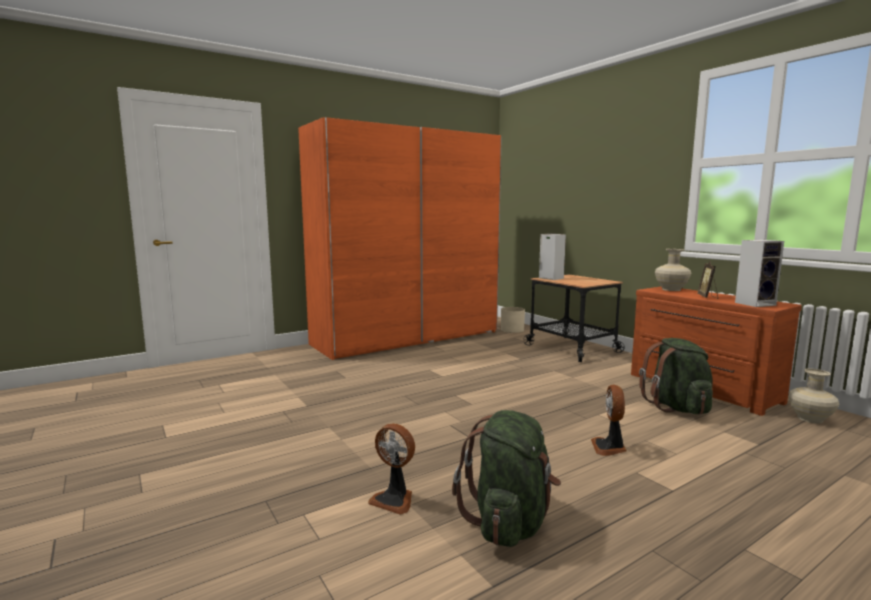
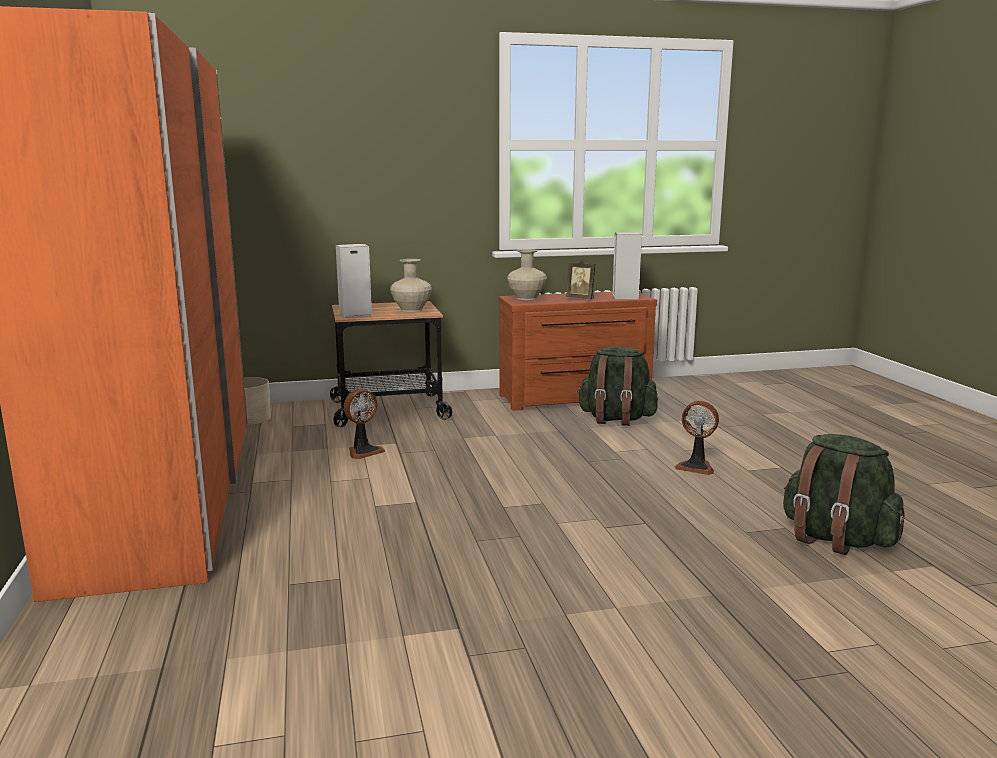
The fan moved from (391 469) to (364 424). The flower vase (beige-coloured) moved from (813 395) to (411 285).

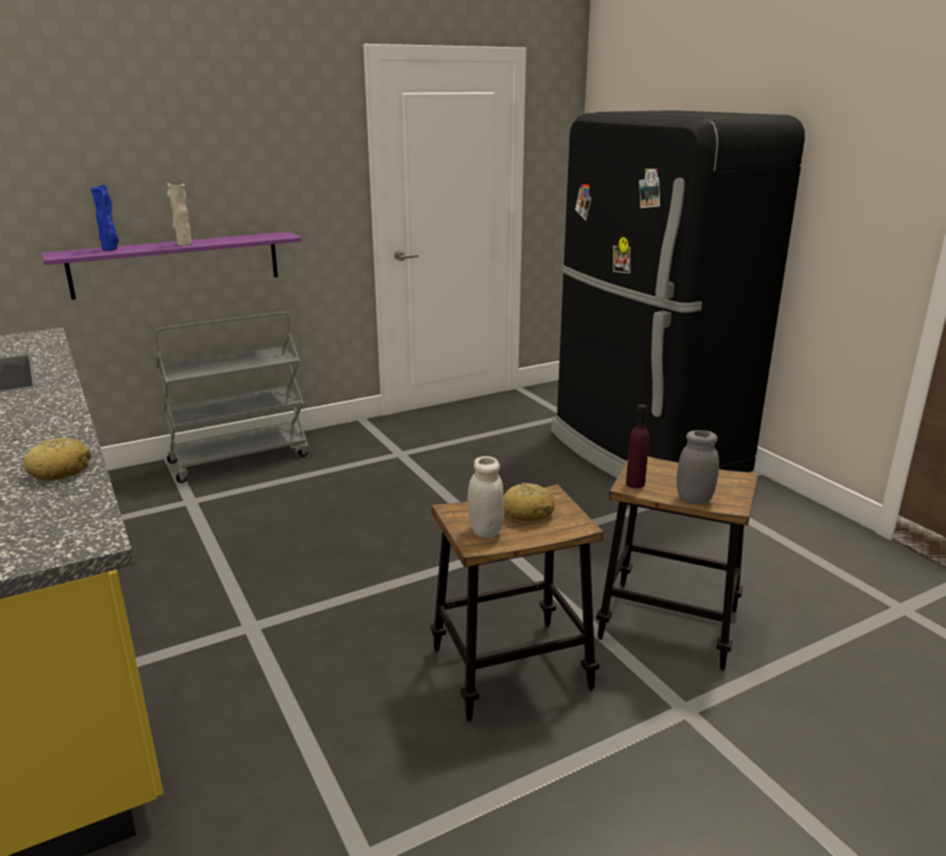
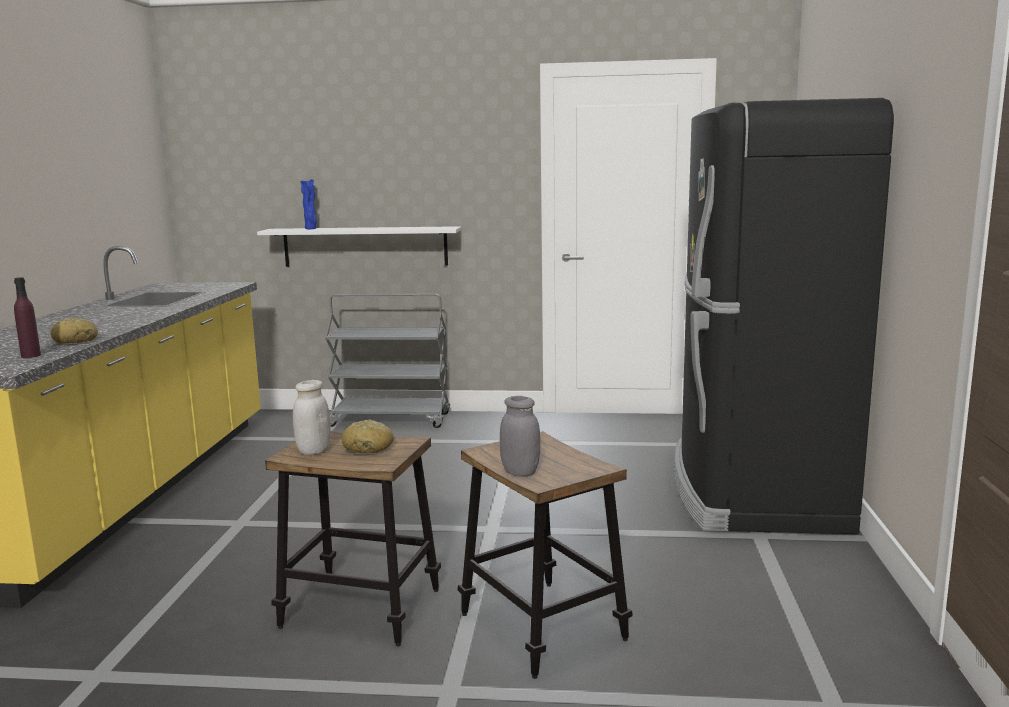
The drink bottle (purple) moved from (637 446) to (27 317). The shelf (purple) at (171 266) became the shelf (whitish) at (359 246). The flower vase (beige-coloured) at (179 214) disappeared.

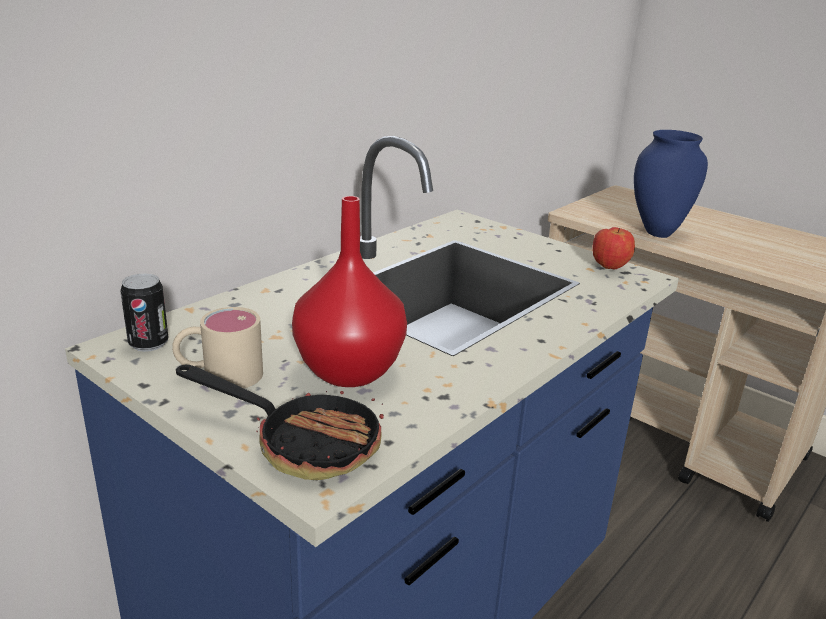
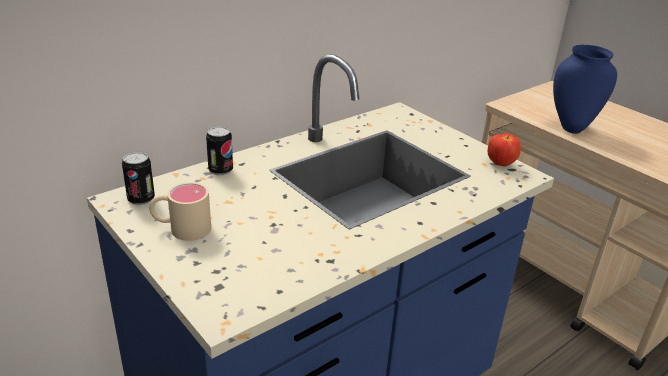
The sealed can at (219 151) appeared. The frying pan at (280 422) disappeared. The flower vase (red) at (349 291) disappeared.

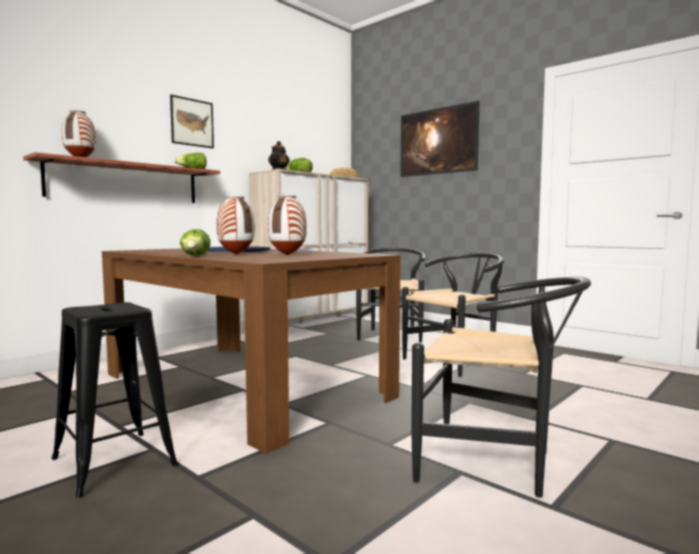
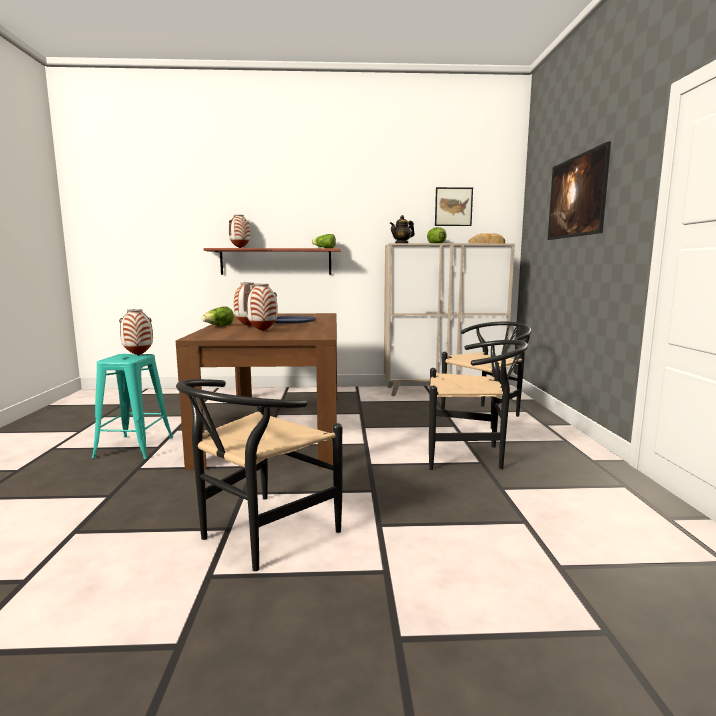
The stool seat (black-coloured) at (114 400) became the stool seat (blue-green) at (132 406). The flower vase at (136 332) appeared. The chair (black-coloured) at (501 387) turned 60 degrees clockwise. The wall art moved from (192 121) to (454 206).

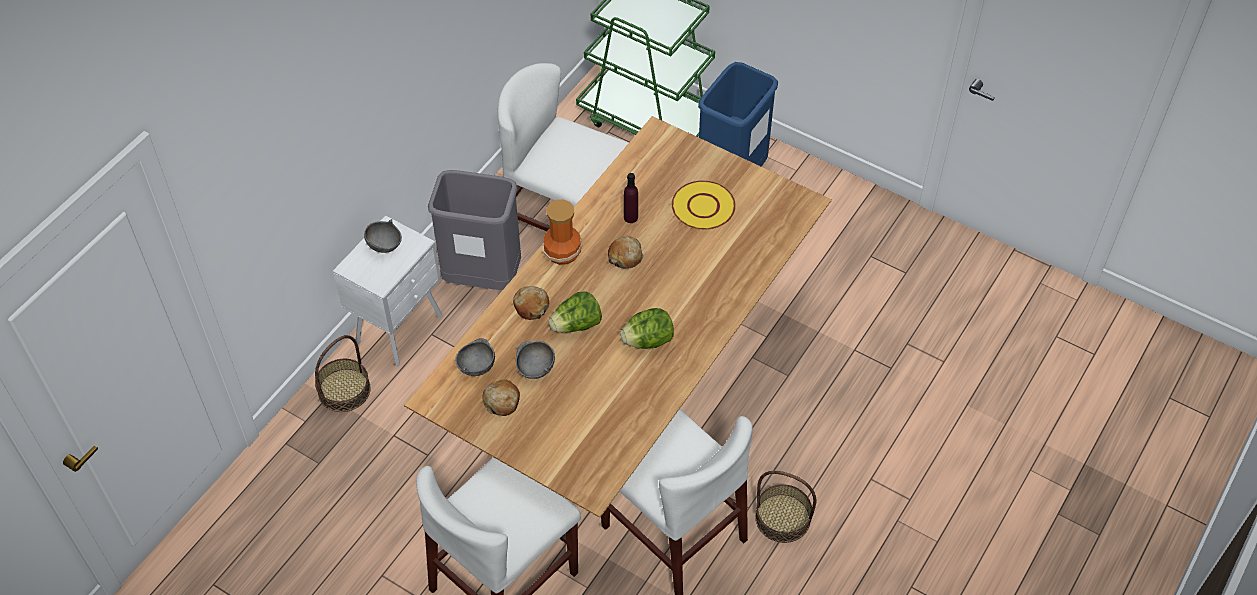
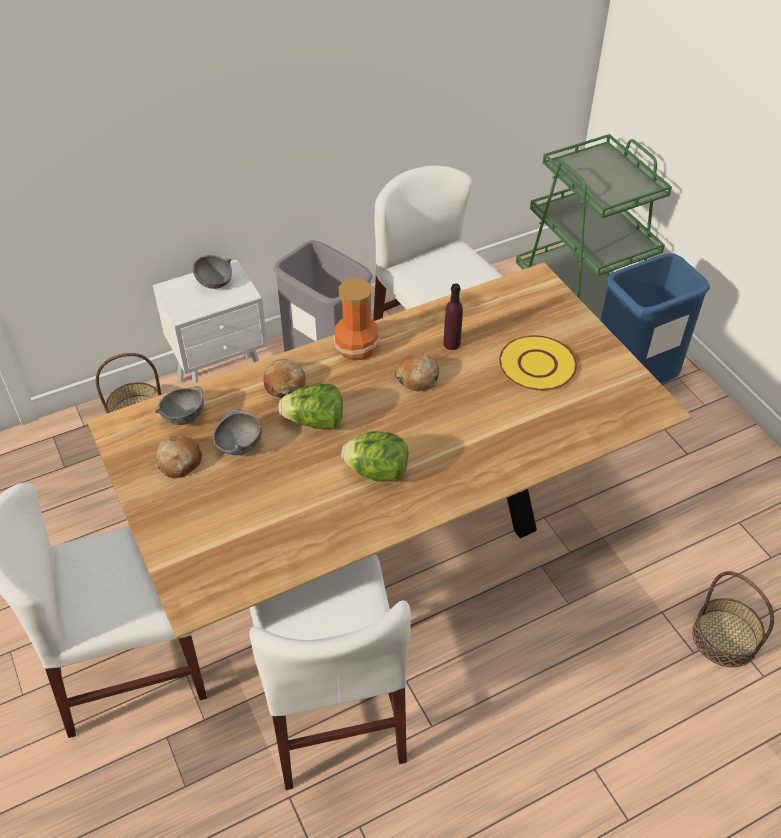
The household basket moved from (785 507) to (733 619).

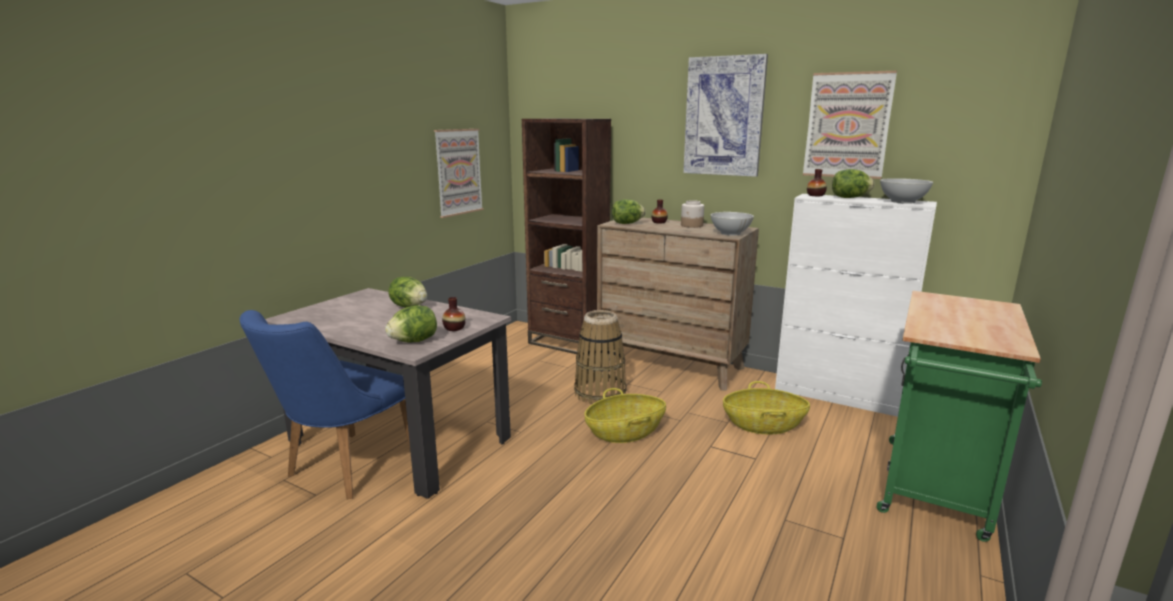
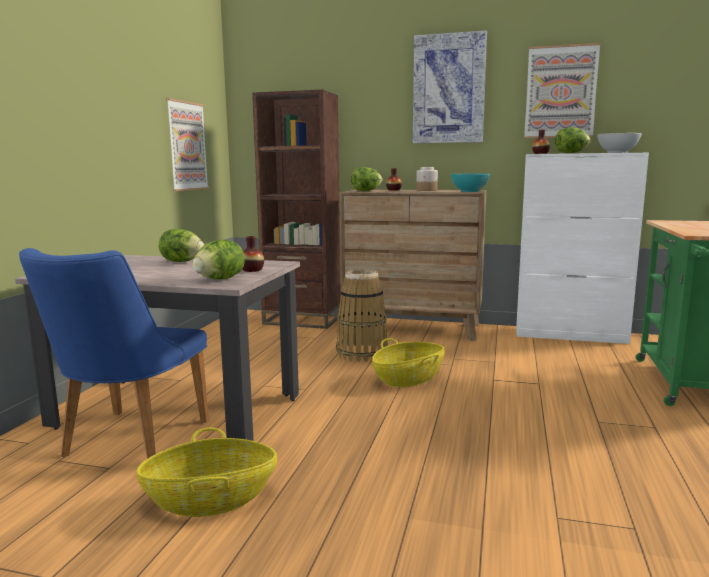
The household basket moved from (766 407) to (206 472). The deep dish (whitish) at (732 224) became the deep dish (blue-green) at (470 182).

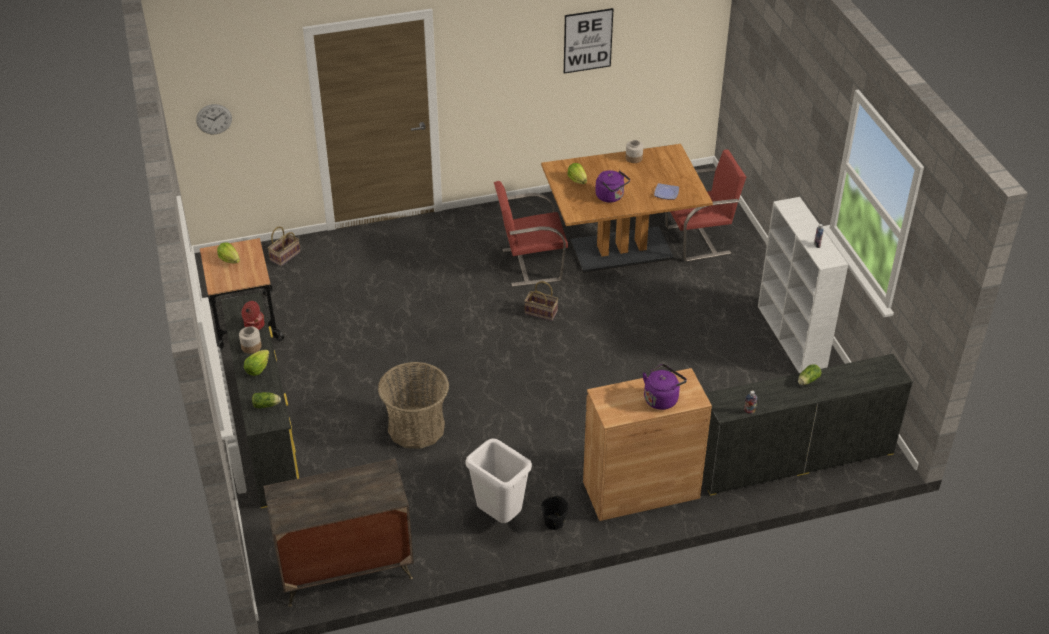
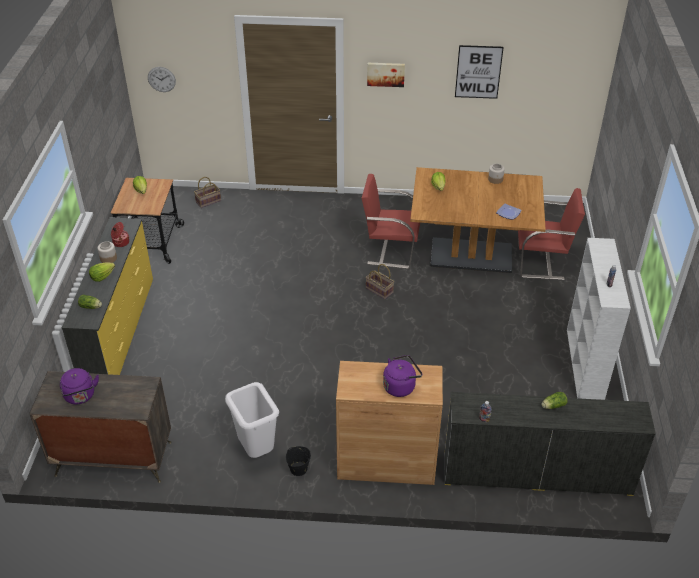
The kettle (purple) moved from (612 186) to (79 386). The wall art at (386 75) appeared. The household basket at (413 405) disappeared.

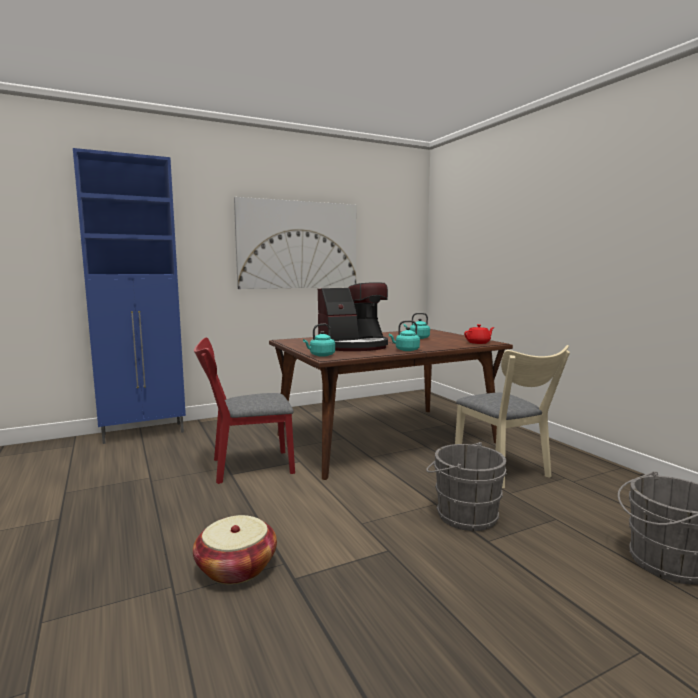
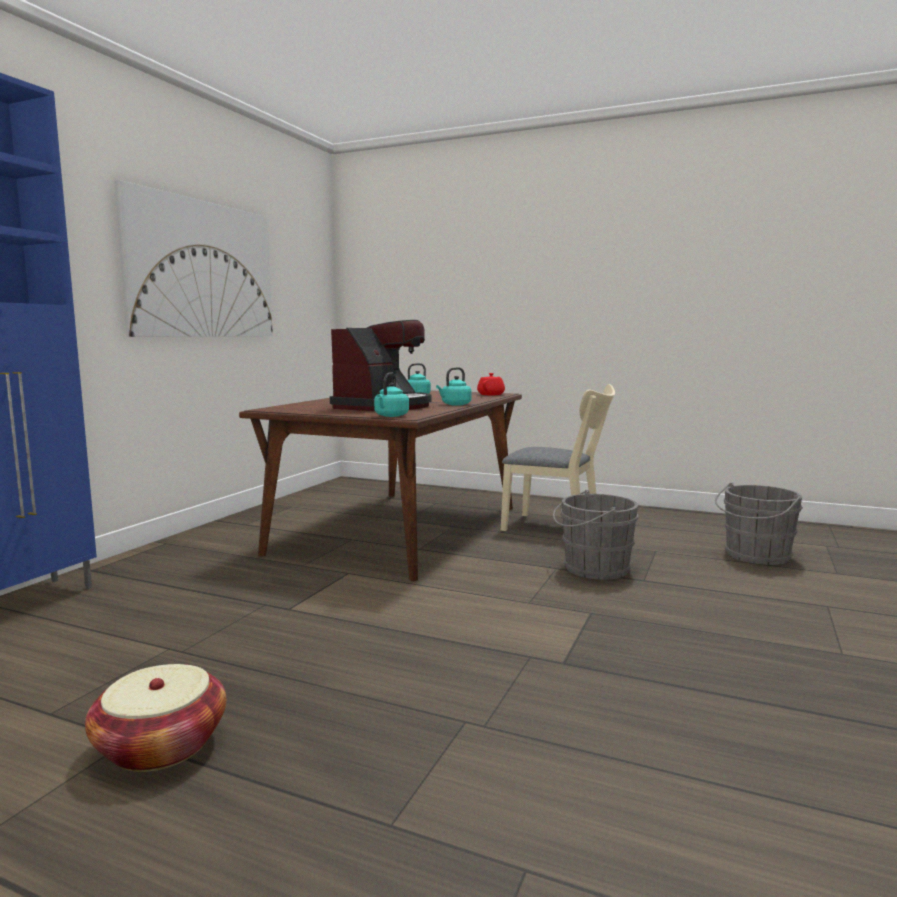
The household basket moved from (235 549) to (155 718). The chair (red) at (244 410) disappeared.

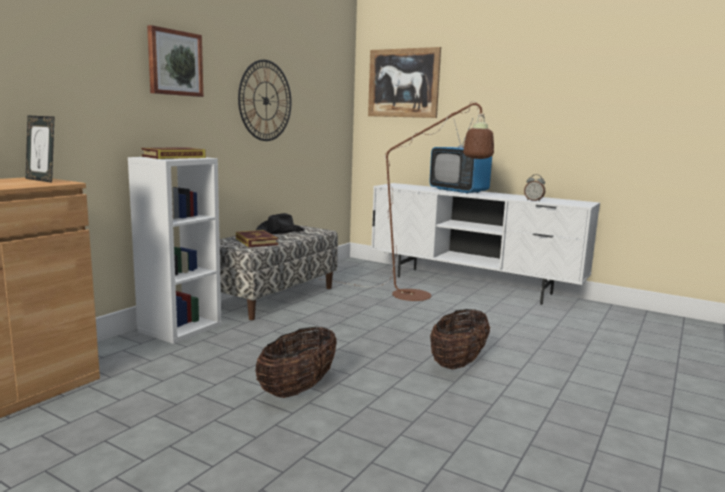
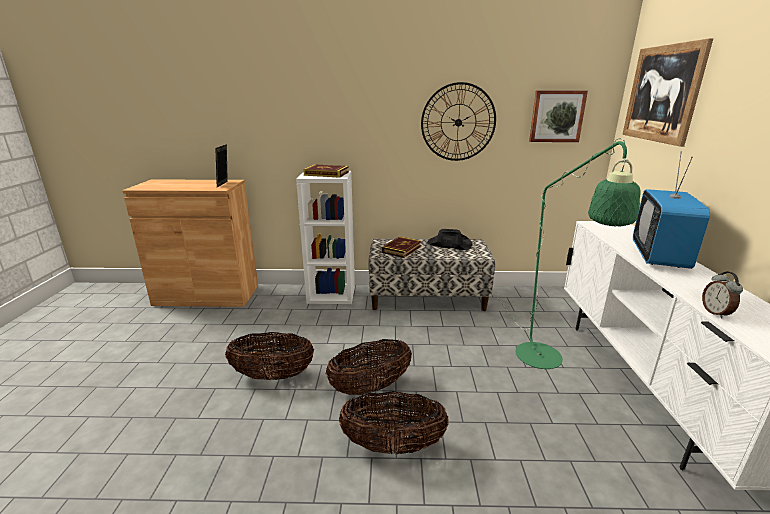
The household basket at (369 367) appeared. The floor lamp (brown-coloured) at (407 201) became the floor lamp (green) at (569 253). The wall art moved from (175 61) to (558 116).

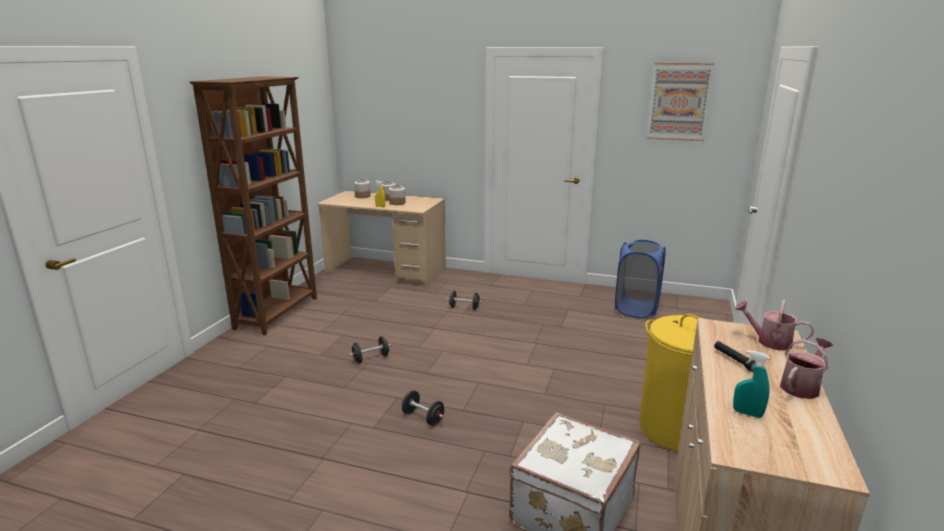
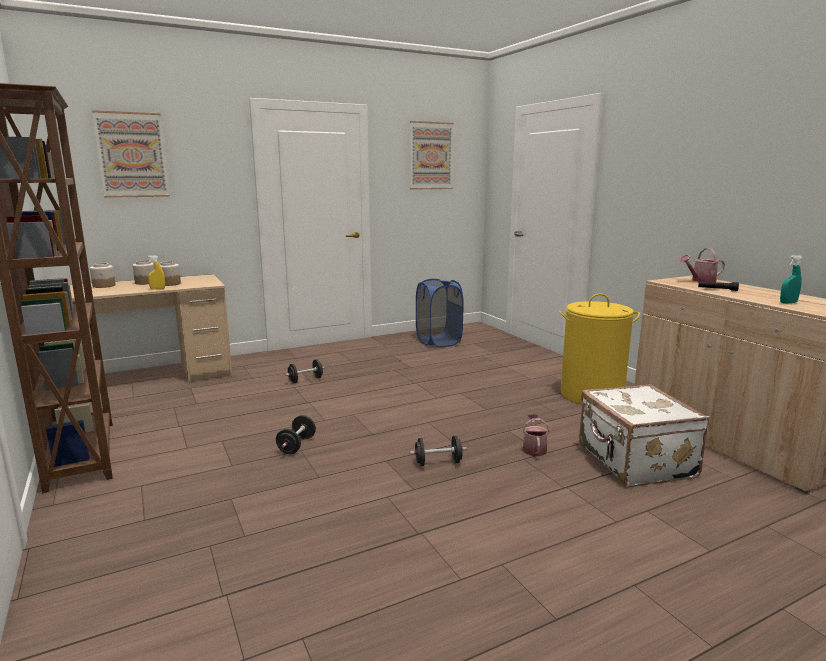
The wall art at (131 154) appeared. The sprinkling can moved from (806 368) to (536 435).

